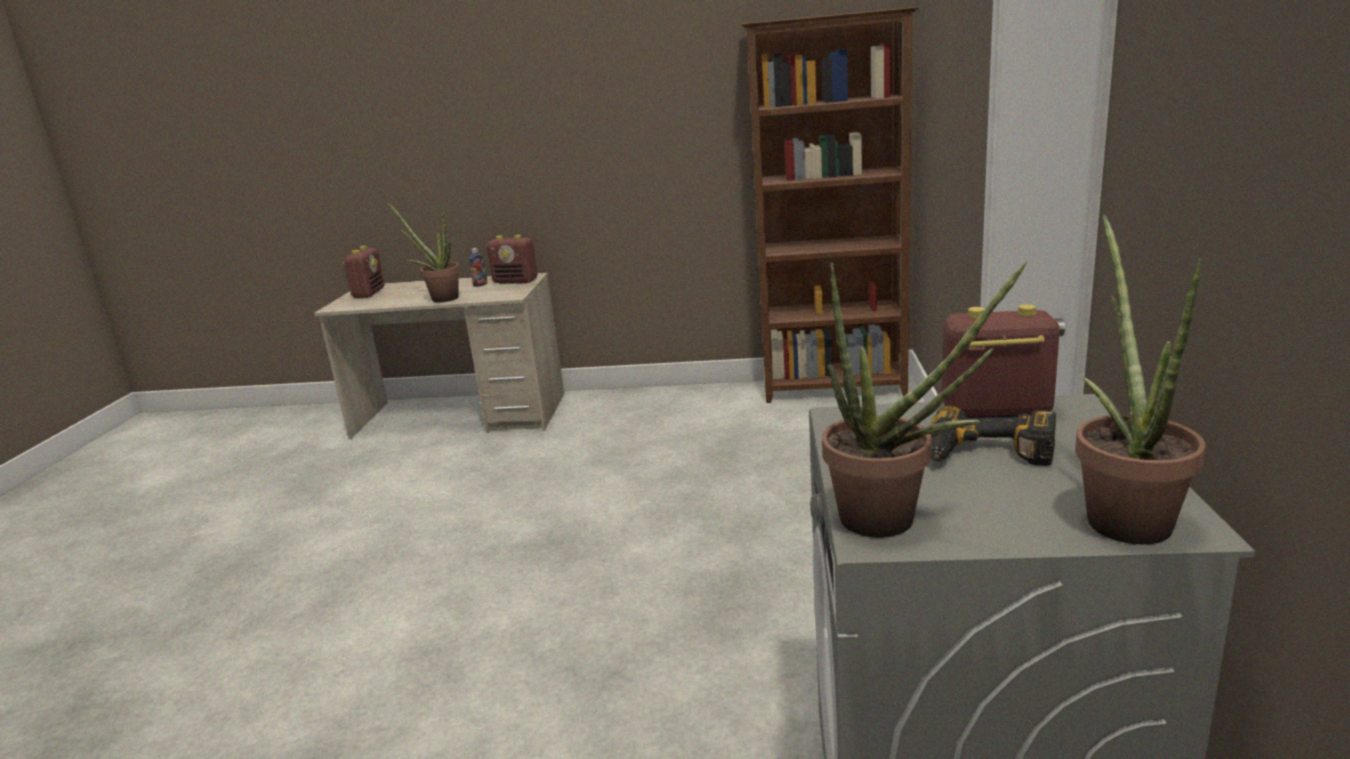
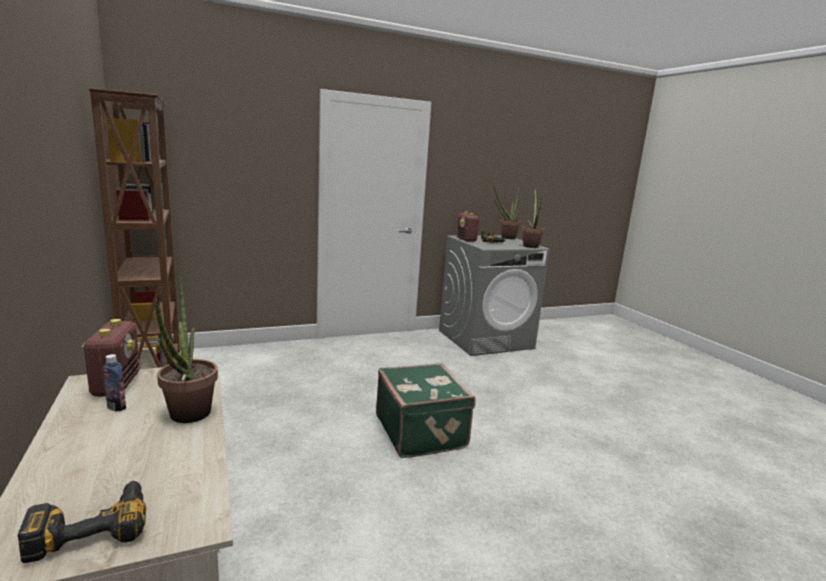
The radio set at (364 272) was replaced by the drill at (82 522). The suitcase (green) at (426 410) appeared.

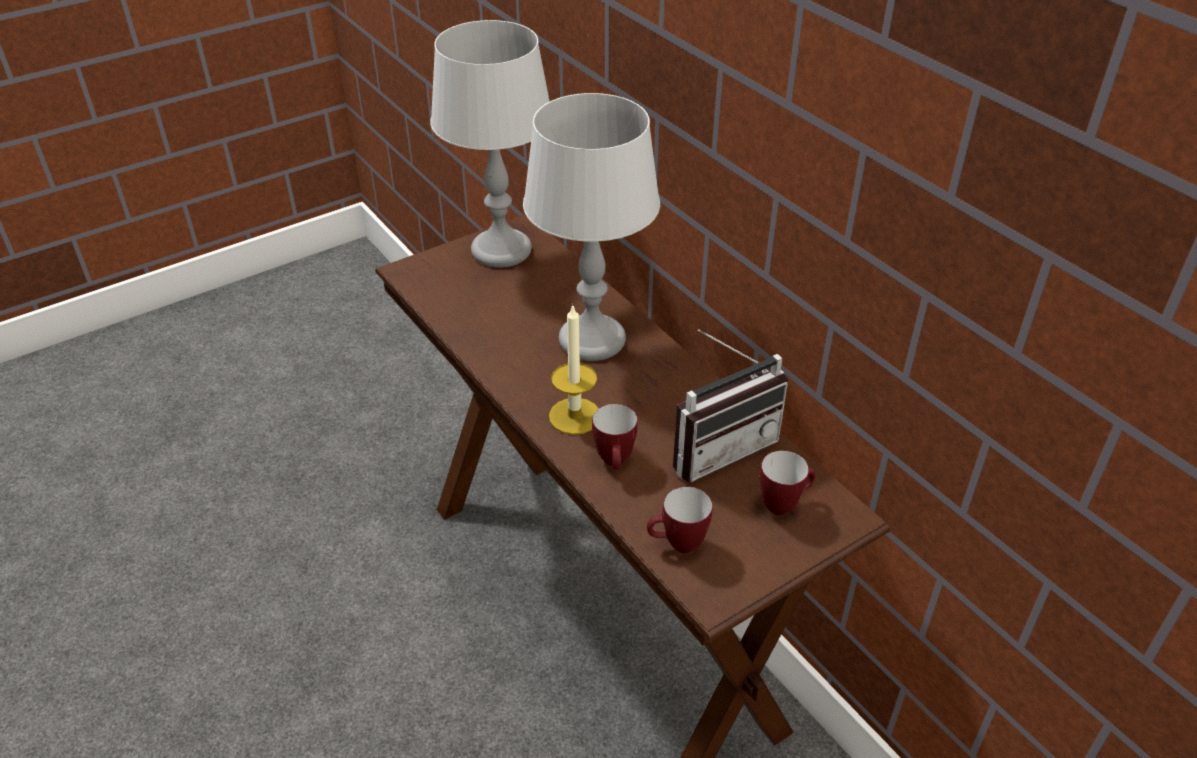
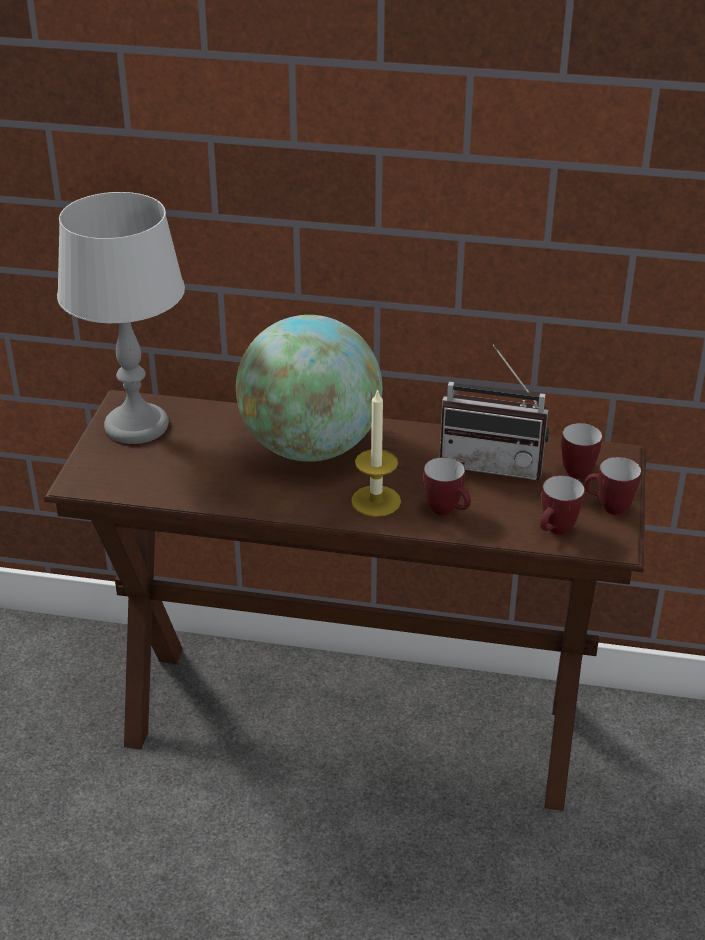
The lamp for a table (gray) at (591 227) was replaced by the desk globe at (309 388). The radio set at (730 405) turned 90 degrees clockwise. The mug at (612 486) appeared.

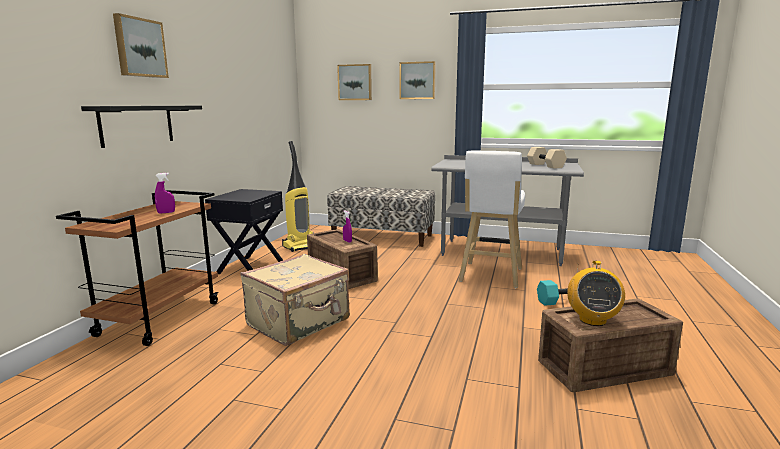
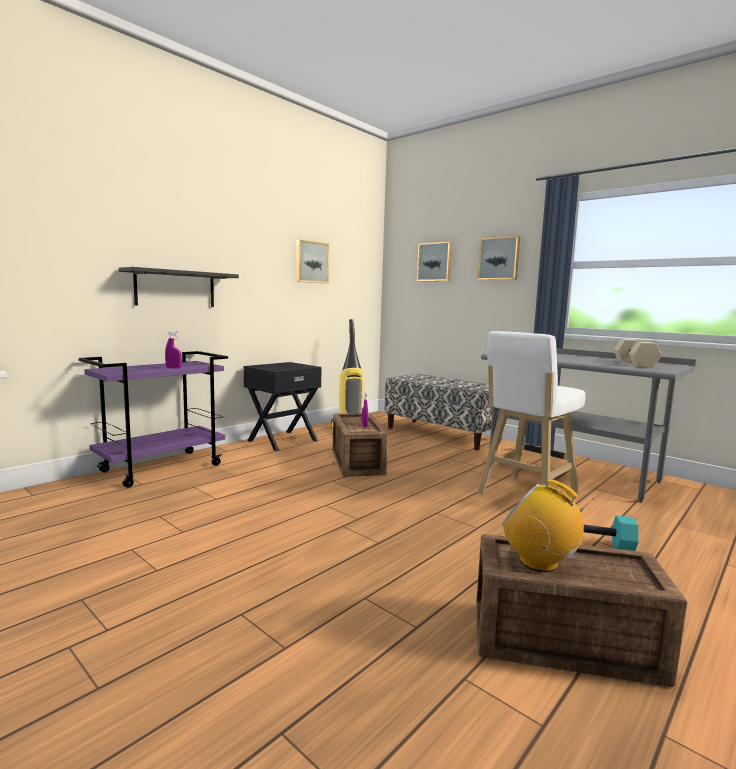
The trolley (brown-coloured) at (137 268) became the trolley (purple) at (153 419). The wall art moved from (141 45) to (312 261). The radio set at (596 293) turned 90 degrees clockwise. The suitcase (beige-coloured) at (294 300) disappeared.

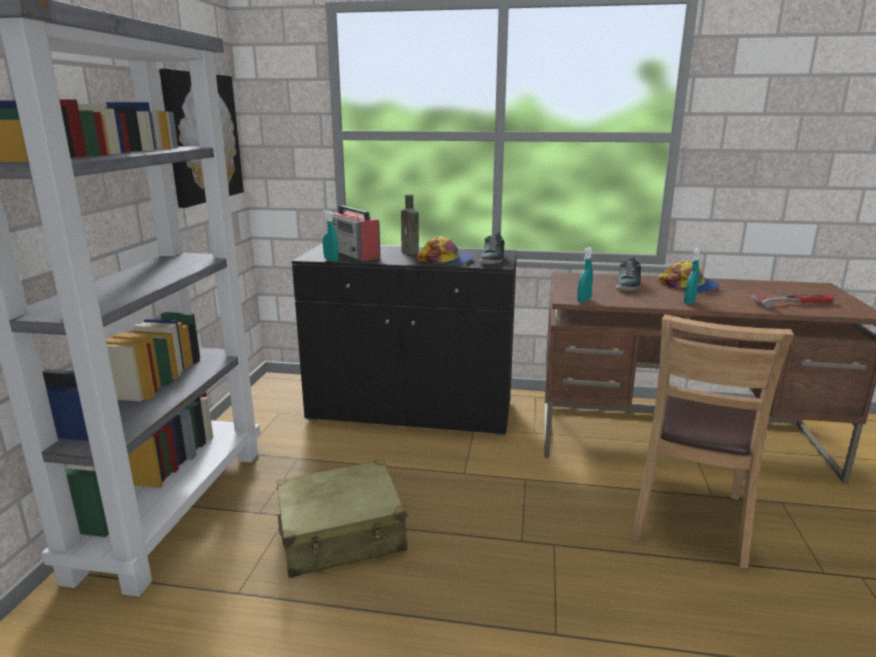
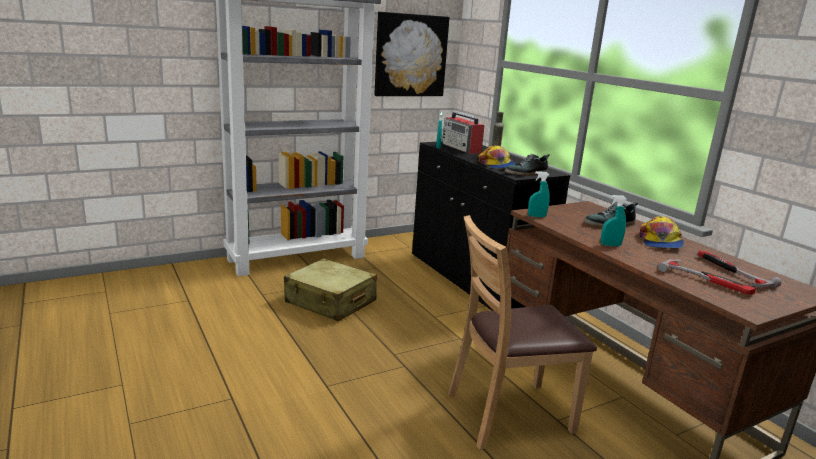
The radio set at (356 233) turned 45 degrees counterclockwise. The tool hammer at (739 269) appeared.

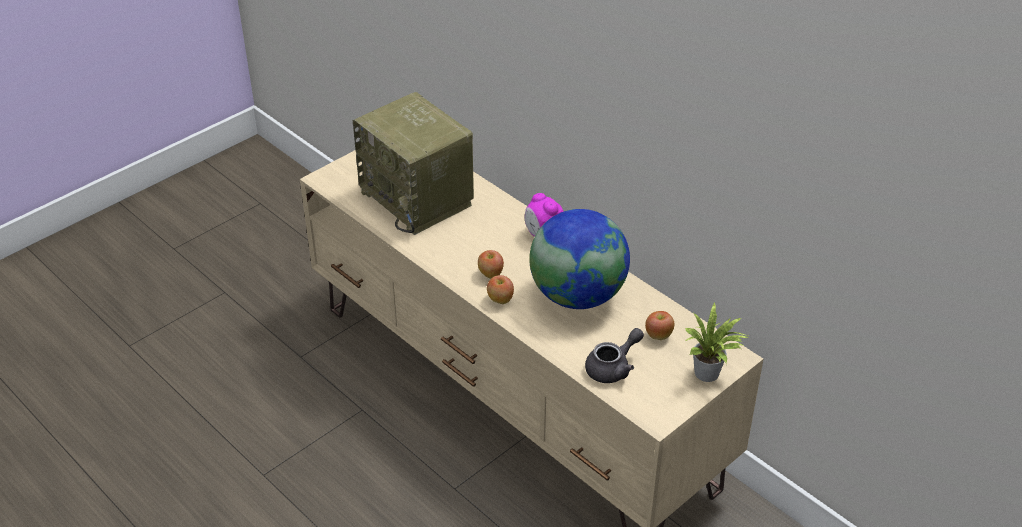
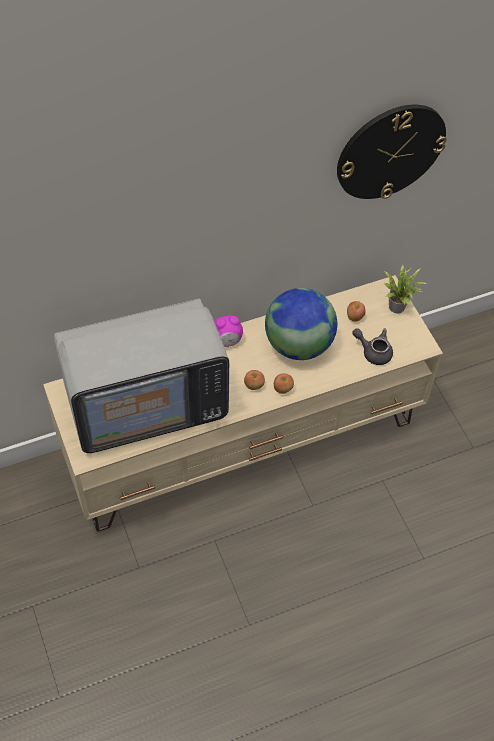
The radio set at (413 163) was replaced by the TV set at (141 376). The clock on the wall at (392 152) appeared. The tea pot (gray) at (614 355) turned 45 degrees counterclockwise.

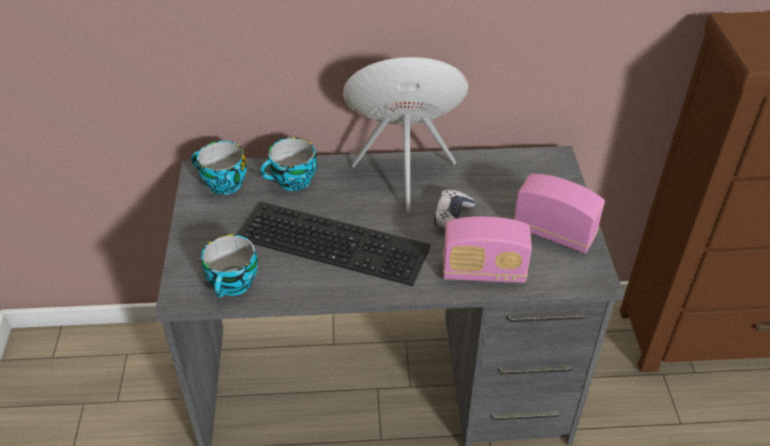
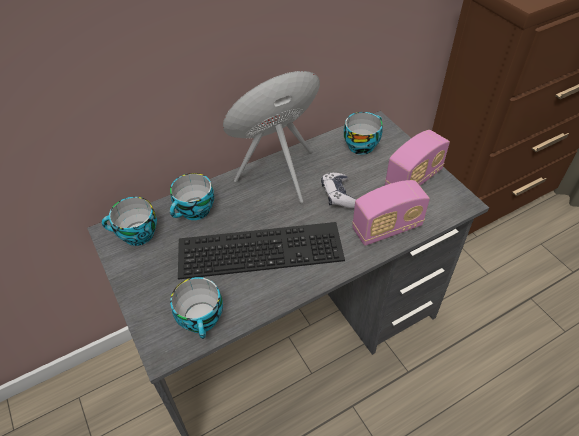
The drinking cup at (363 133) appeared. The radio set at (559 214) turned 135 degrees clockwise.

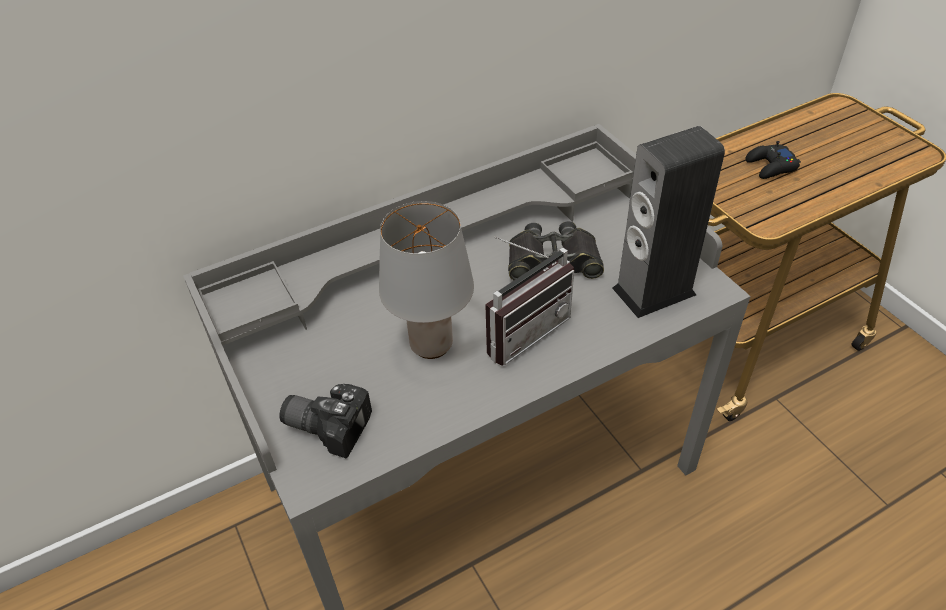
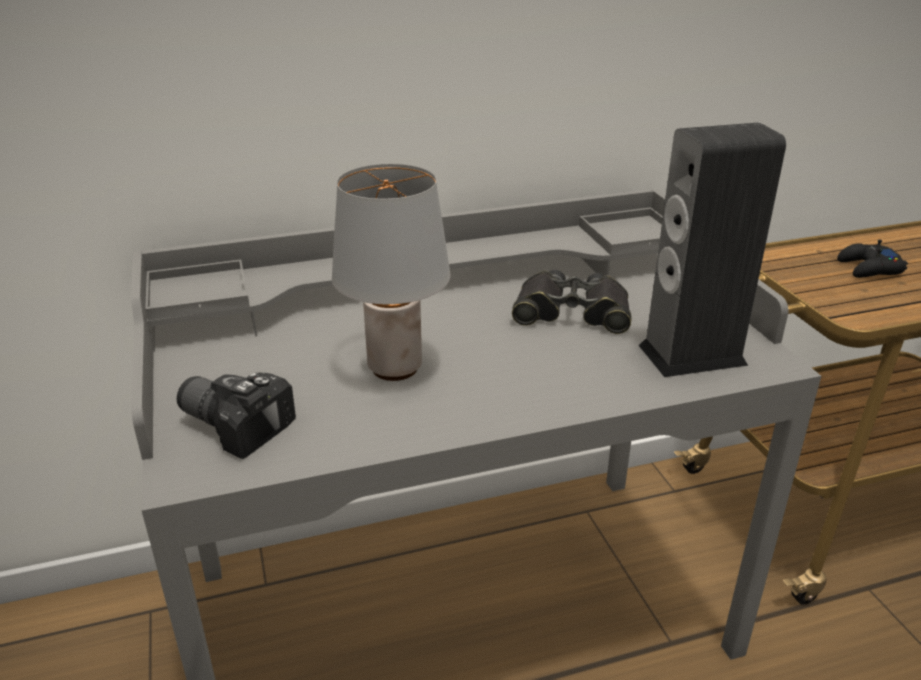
The radio set at (529 301) disappeared.

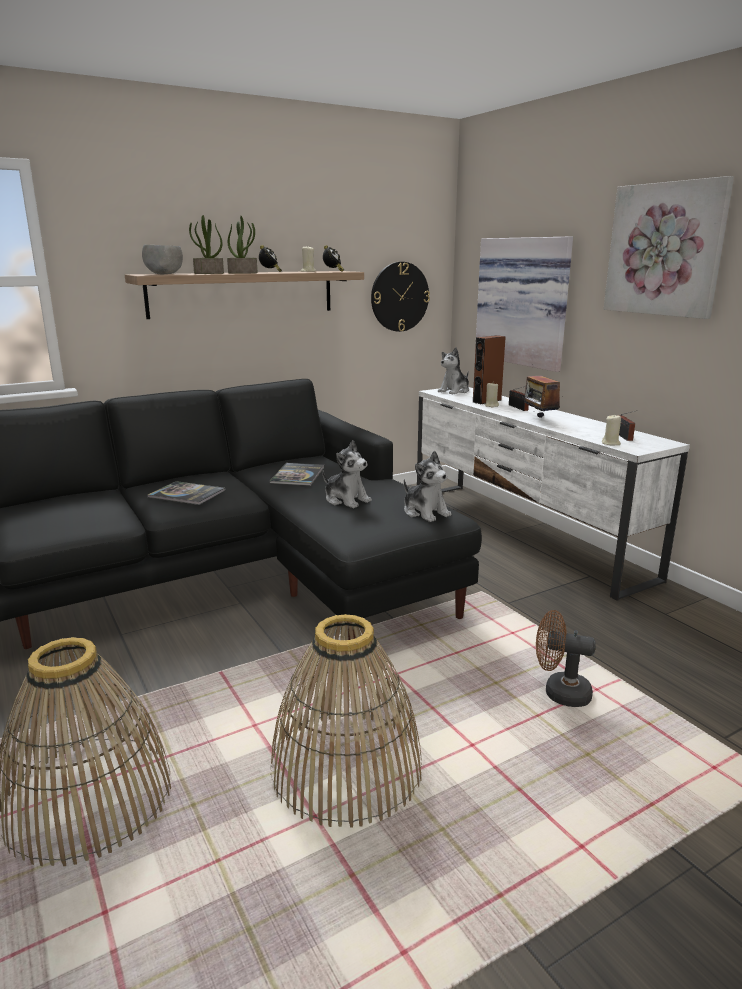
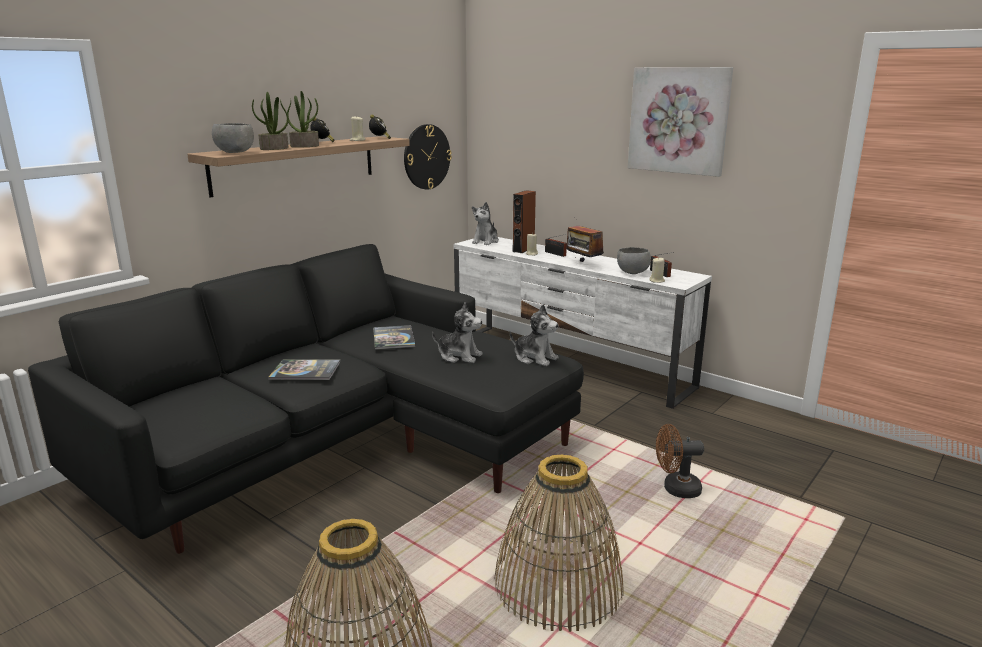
The deep dish (gray) at (634 260) appeared. The wall art at (524 304) disappeared.

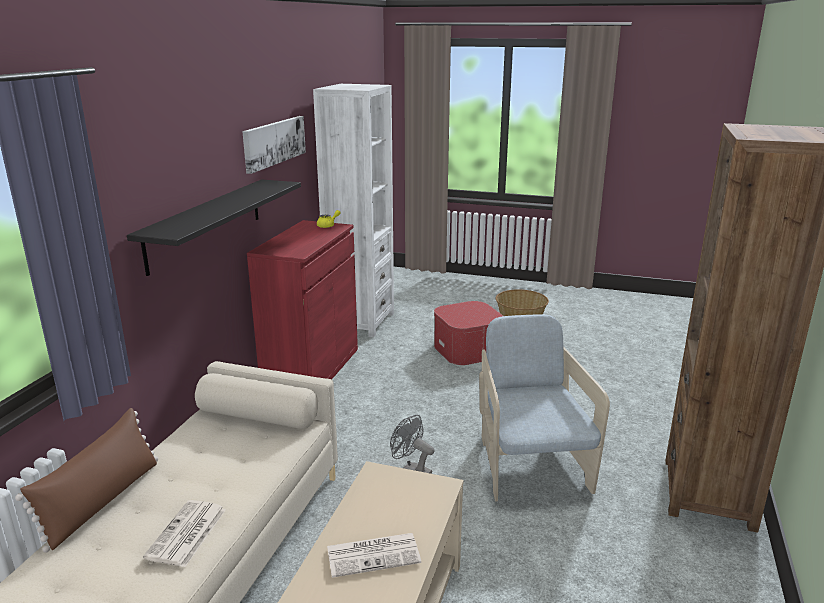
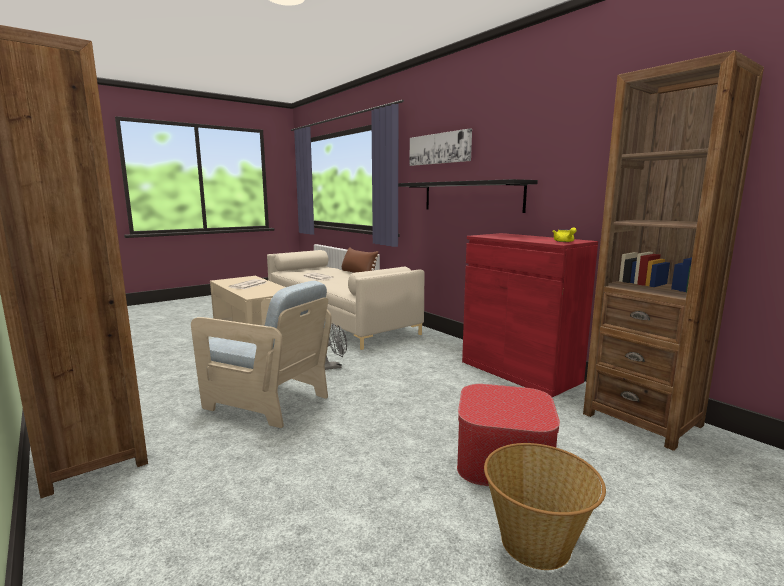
The wall art moved from (274 145) to (441 147). The shelving unit (whitish) at (353 210) became the shelving unit (brown-coloured) at (673 250).

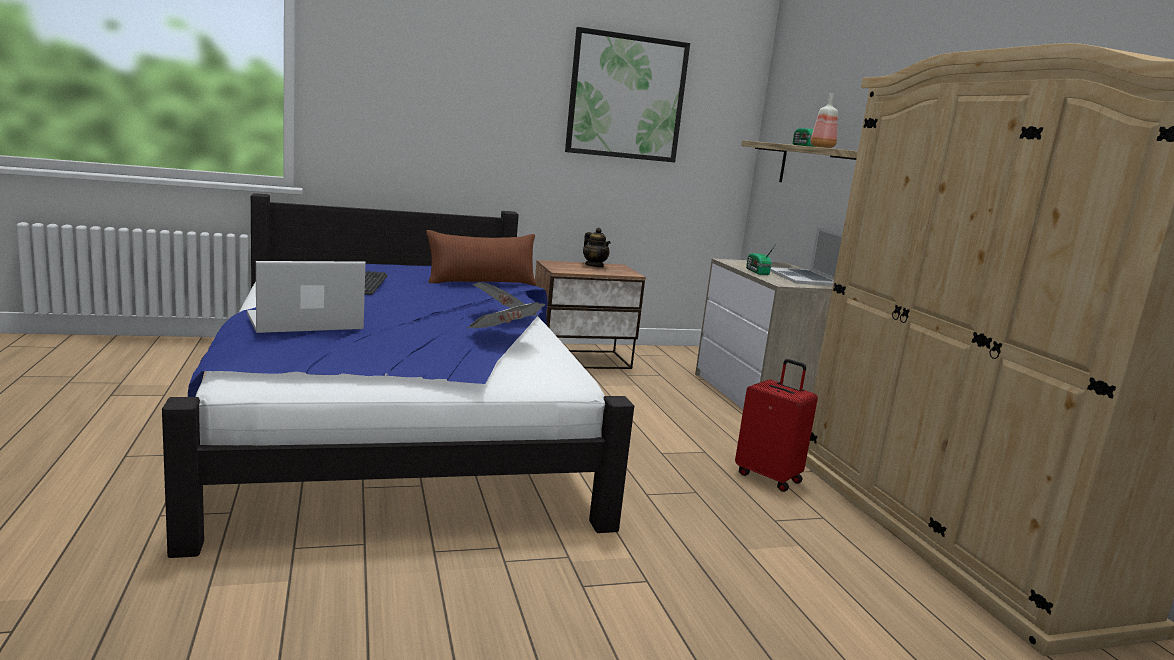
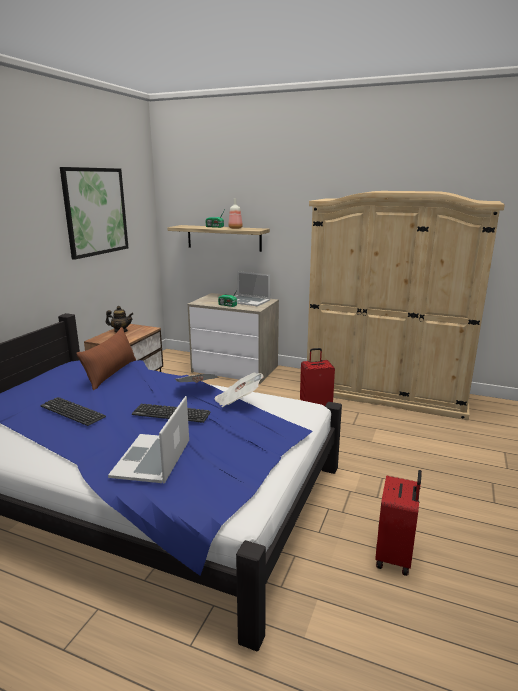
The computer keyboard at (171 413) appeared. The suitcase (red) at (398 523) appeared.

